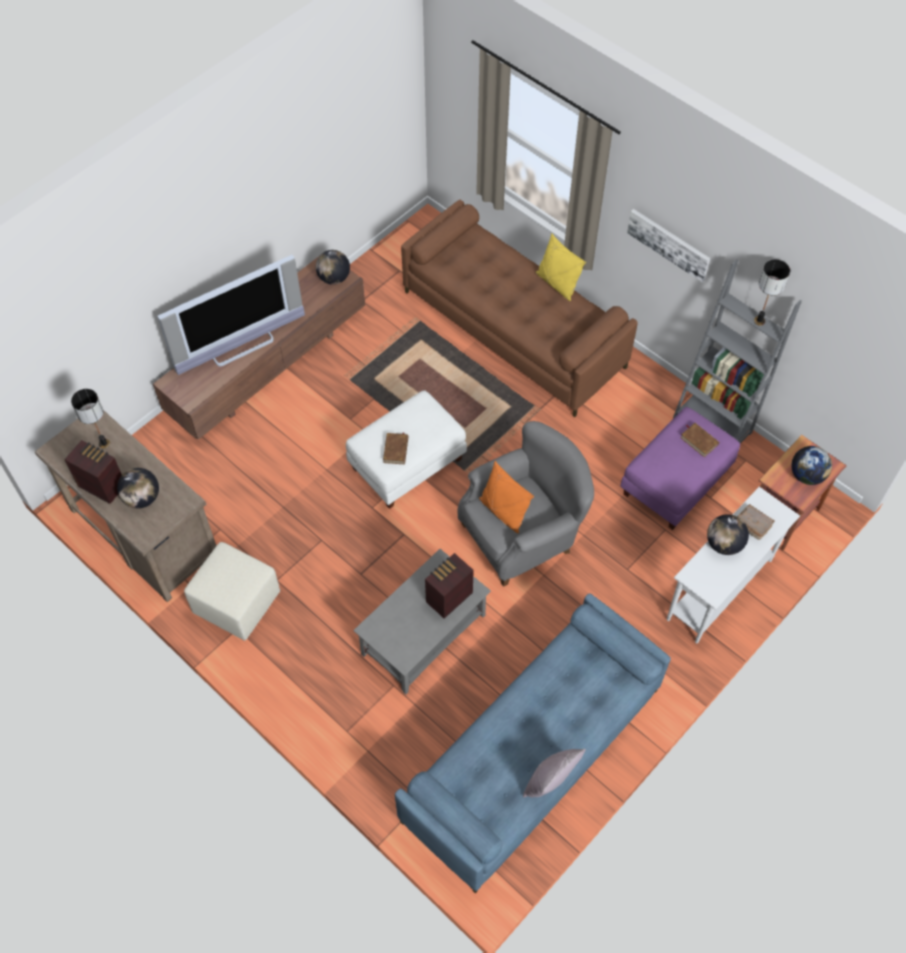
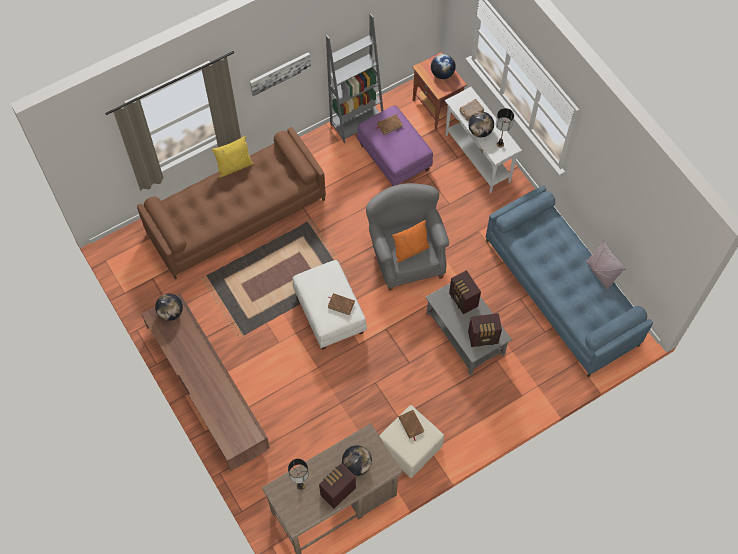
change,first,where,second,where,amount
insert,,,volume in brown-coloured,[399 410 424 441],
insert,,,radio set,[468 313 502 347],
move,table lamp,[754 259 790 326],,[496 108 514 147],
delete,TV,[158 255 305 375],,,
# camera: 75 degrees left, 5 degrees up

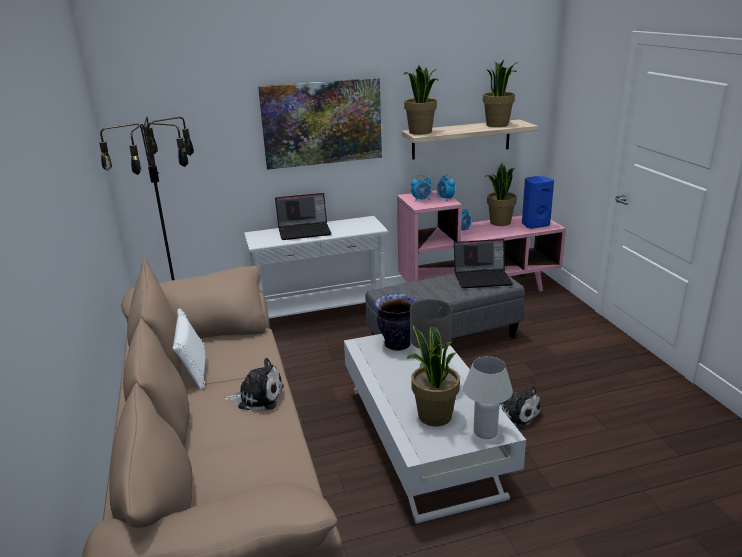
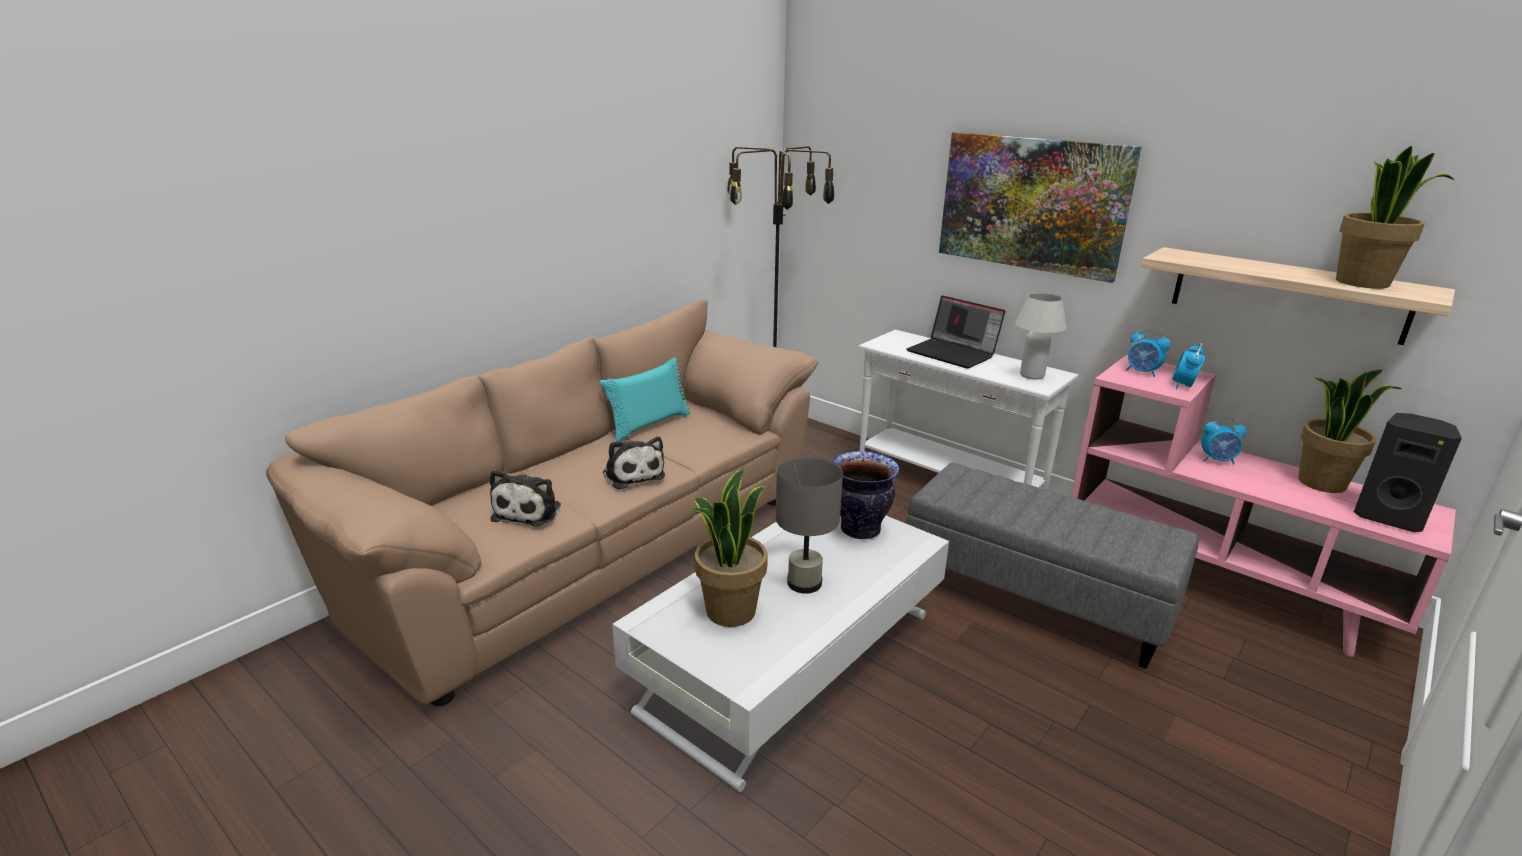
change,first,where,second,where,amount
move,cuddly toy,[499 385 541 429],,[490 470 561 526],
recolor,throw pillow in white-coloured,[173 309 206 390],throw pillow in turquoise-coloured,[599 357 690 442],
move,table lamp in white-coloured,[463 356 513 439],,[1015 293 1067 380],
recolor,audio speaker in bluish,[522 176 554 229],audio speaker in black,[1354 413 1462 532],
delete,houseplant,[403 66 439 135],,,
delete,portable computer,[454 239 513 288],,,
# camera: 55 degrees right, 0 degrees up

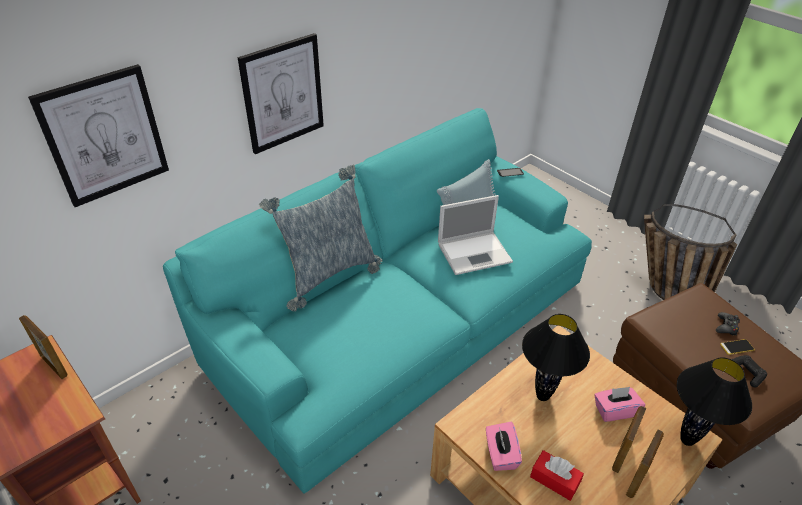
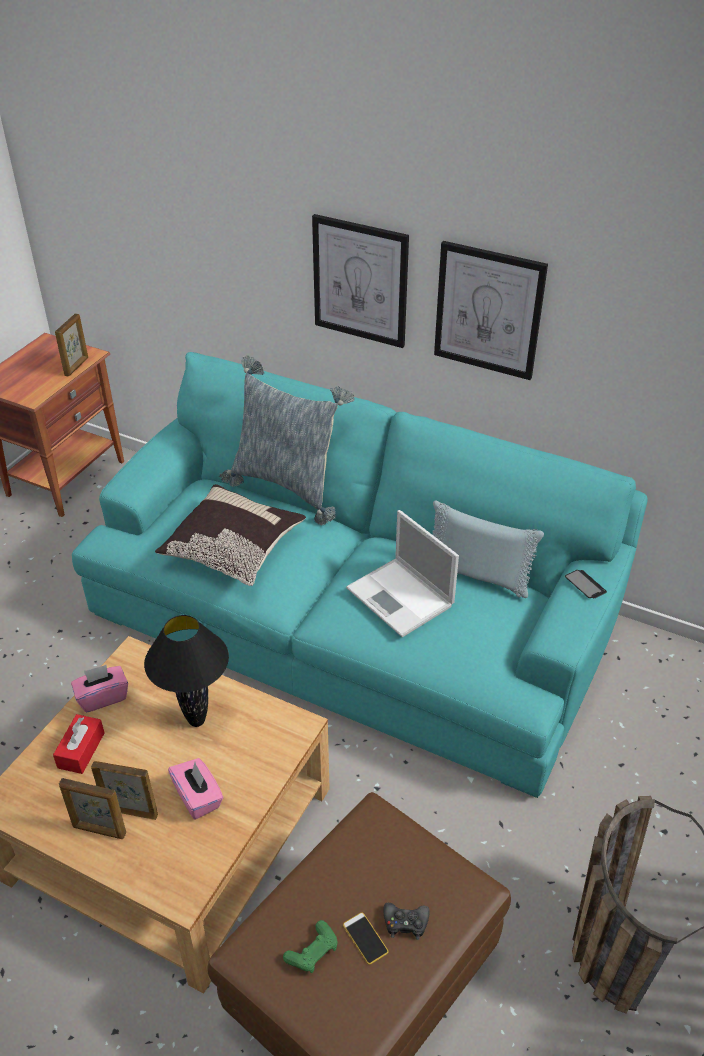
change,first,where,second,where,amount
insert,,,throw pillow,[155 484 306 586],
recolor,game controller in black,[731 355 767 387],game controller in green,[283 920 338 973],
move,picture,[28 64 169 207],,[434 241 548 380],
delete,table lamp in black,[677 357 752 446],,,
# camera: 70 degrees right, 0 degrees up

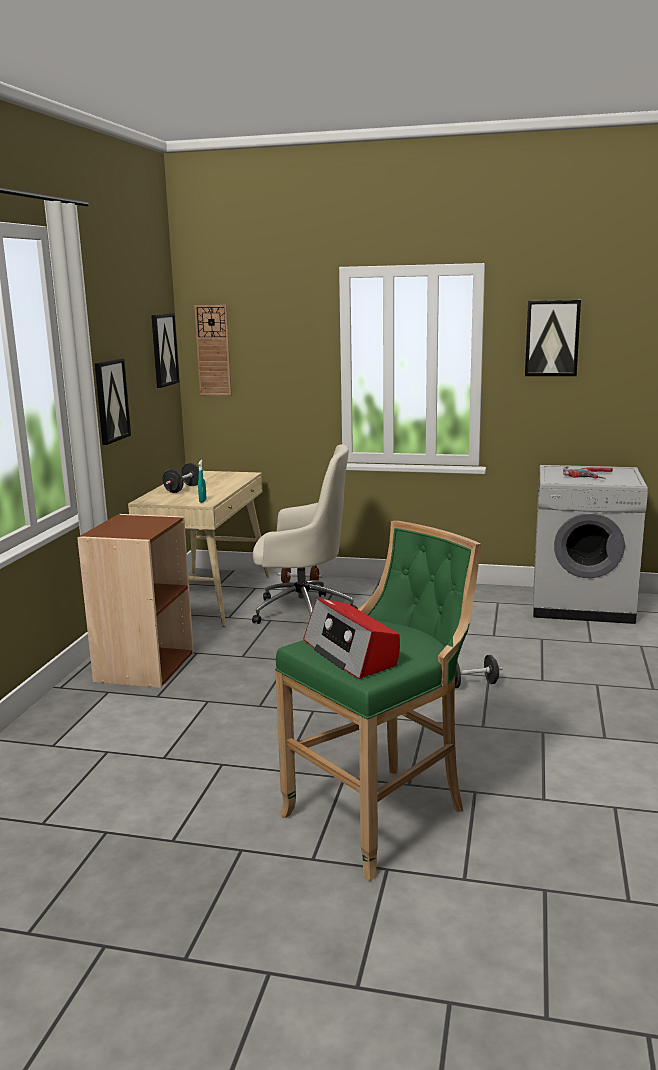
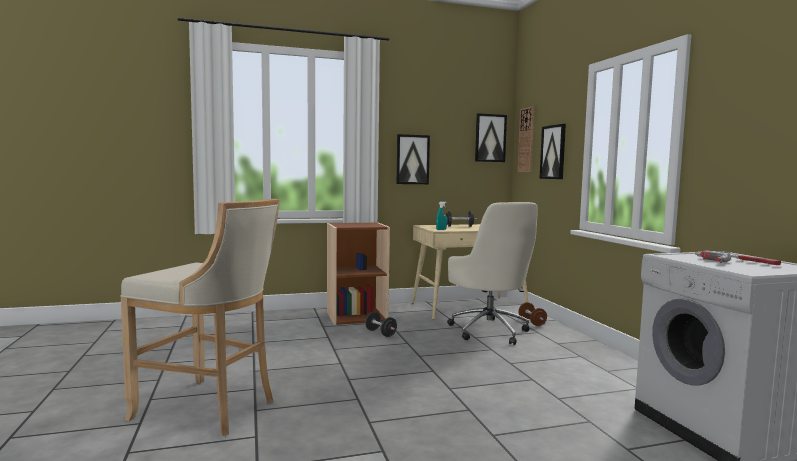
change,first,where,second,where,amount
recolor,stool in green,[275 521 481 881],stool in beige-coloured,[120 199 280 436],
move,hand weight in black,[455 655 502 688],,[365 312 397 337],
move,picture,[525 300 581 376],,[539 124 566 179],
delete,radio set,[303 598 400 679],,,
# camera: 60 degrees right, 10 degrees down

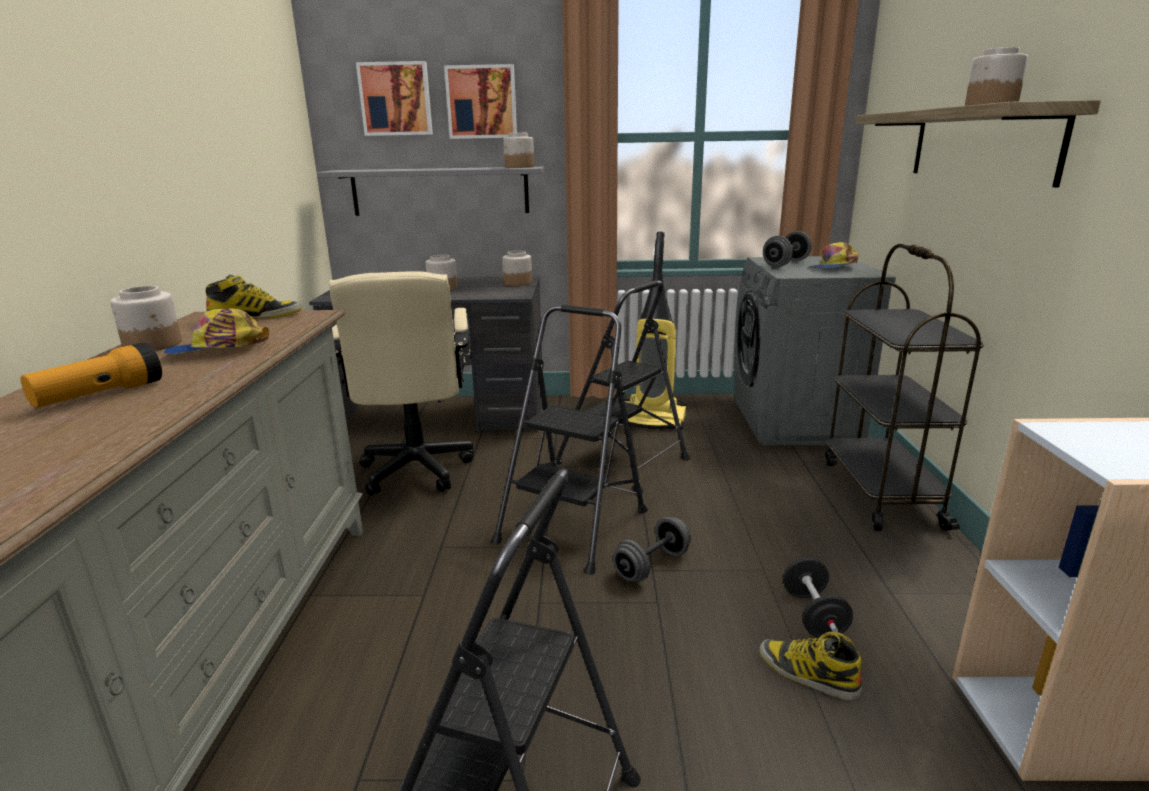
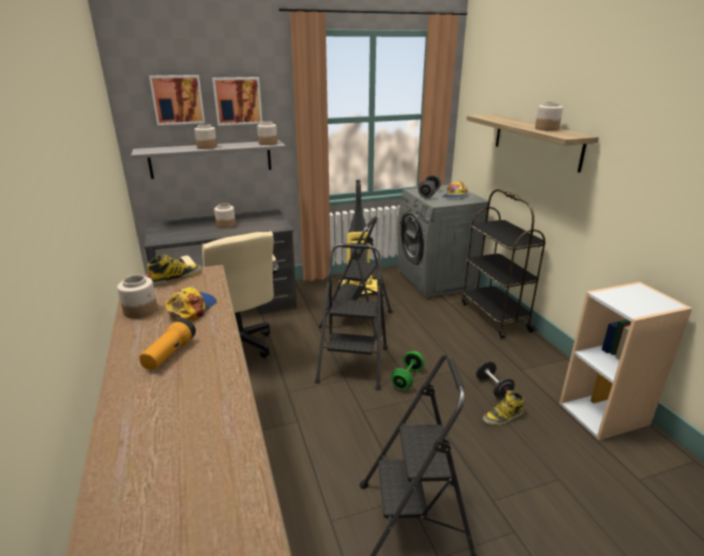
change,first,where,second,where,amount
rotate,peaked cap,[164 308 269 354],,[164 287 217 322],150 degrees clockwise
move,preserve jar,[502 251 532 286],,[194 124 217 149],
recolor,hand weight in grey,[613 517 691 582],hand weight in green,[391 351 424 390],
rotate,high-top boot,[759 632 862 700],,[482 390 524 426],45 degrees counterclockwise
# camera: 20 degrees left, 5 degrees up

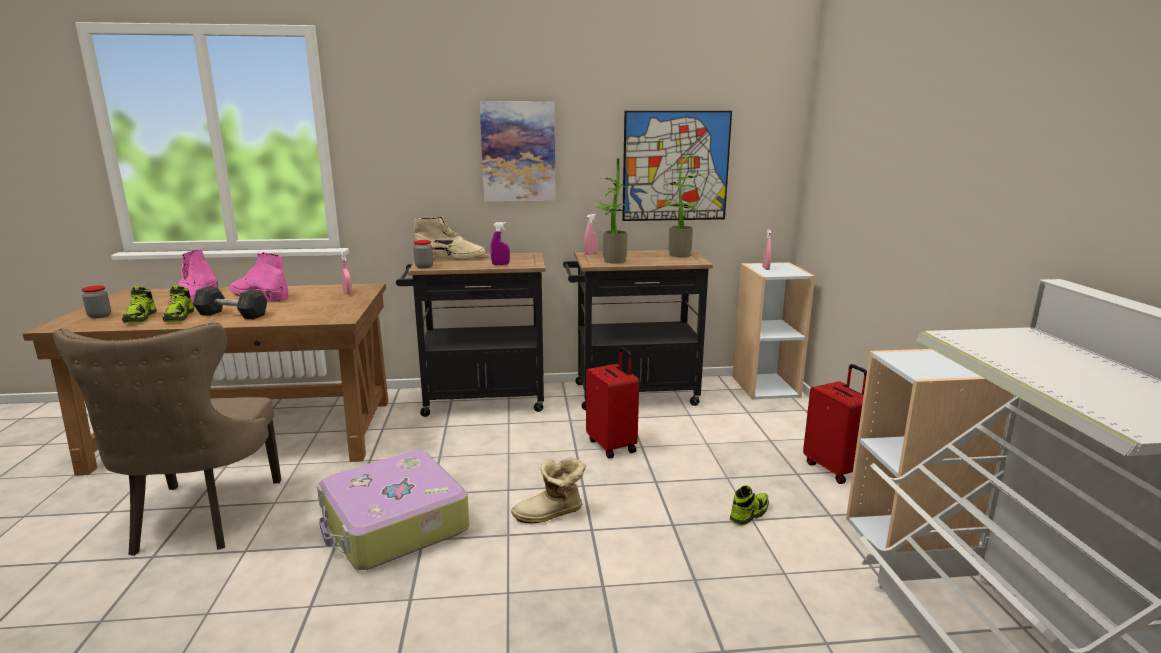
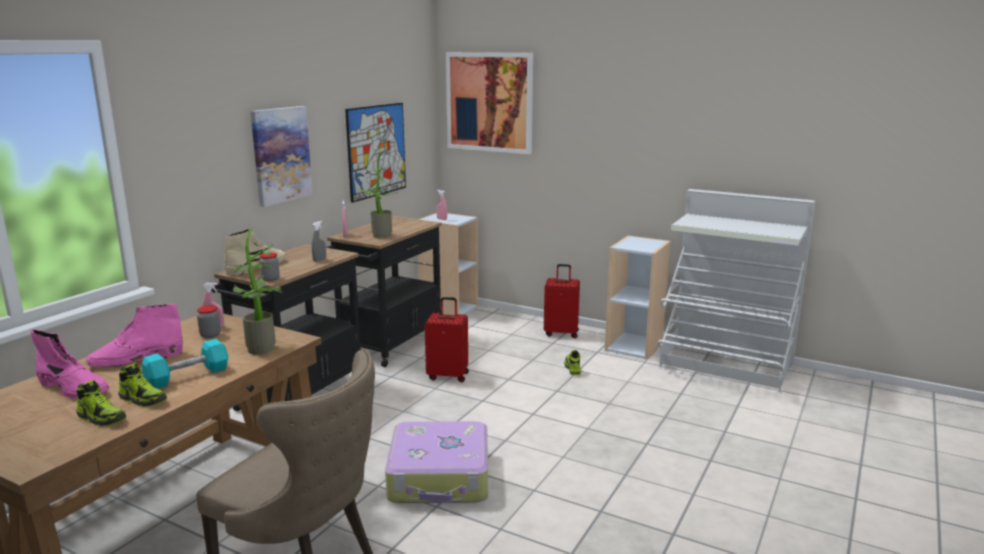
change,first,where,second,where,amount
recolor,hand weight in grey,[193 286 267 319],hand weight in turquoise-coloured,[142 339 228 389],
move,preserve jar,[82 285 111 319],,[197 305 220 338],
move,houseplant,[665 155 709 257],,[233 228 283 355],
recolor,spray bottle in purplish,[491 222 510 265],spray bottle in grey,[312 221 326 262],
insert,,,picture,[446 52 533 154],
delete,high-top boot,[511 457 586 524],,,
# camera: 55 degrees left, 0 degrees up

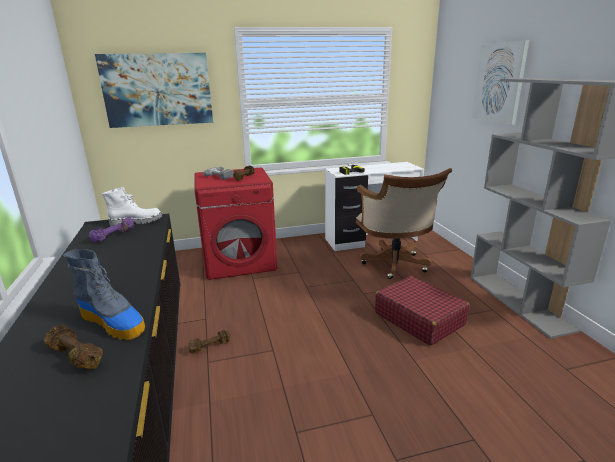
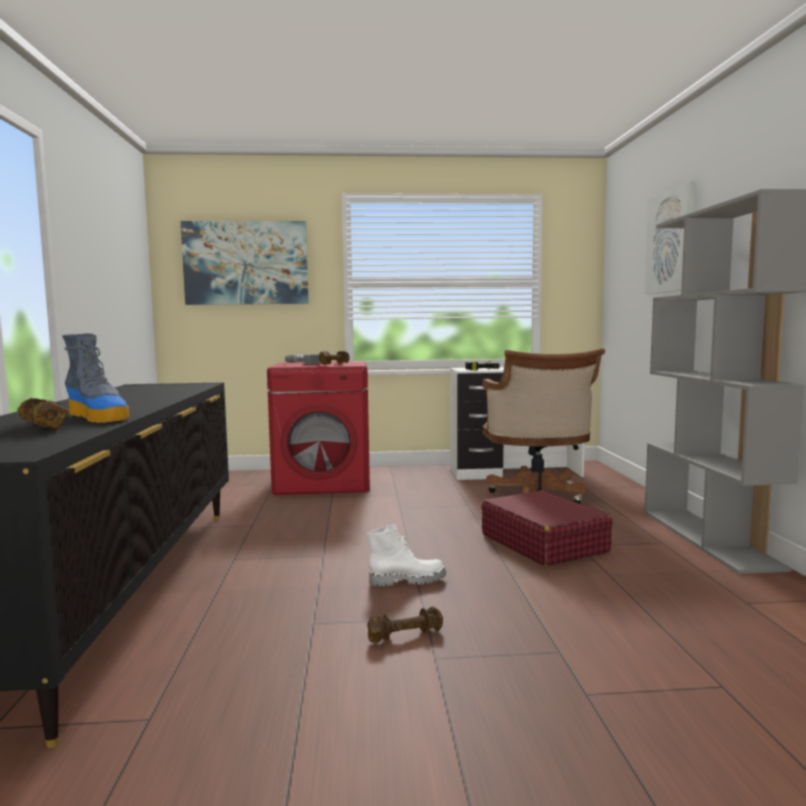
change,first,where,second,where,amount
move,high-top boot in white-coloured,[102 187 163 227],,[367 524 446 587],
move,hand weight in brown-coloured,[189 330 230 353],,[367 607 443 643],
delete,hand weight in purplish,[89 217 134 242],,,
# camera: 10 degrees right, 15 degrees down

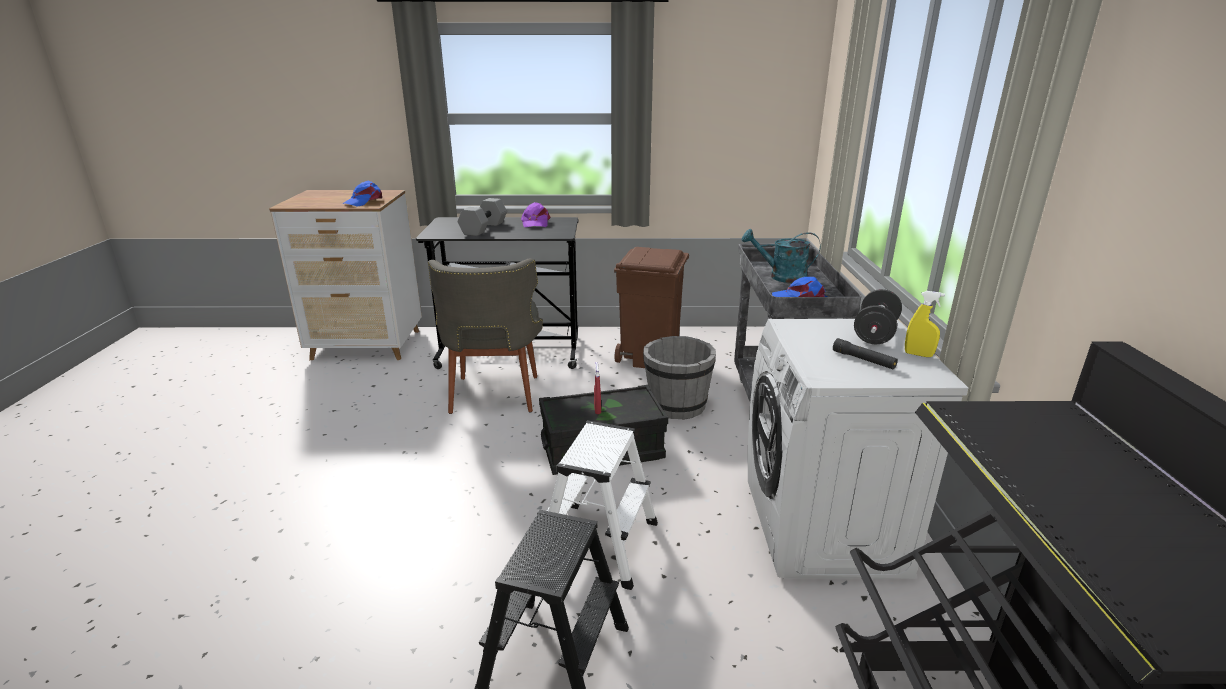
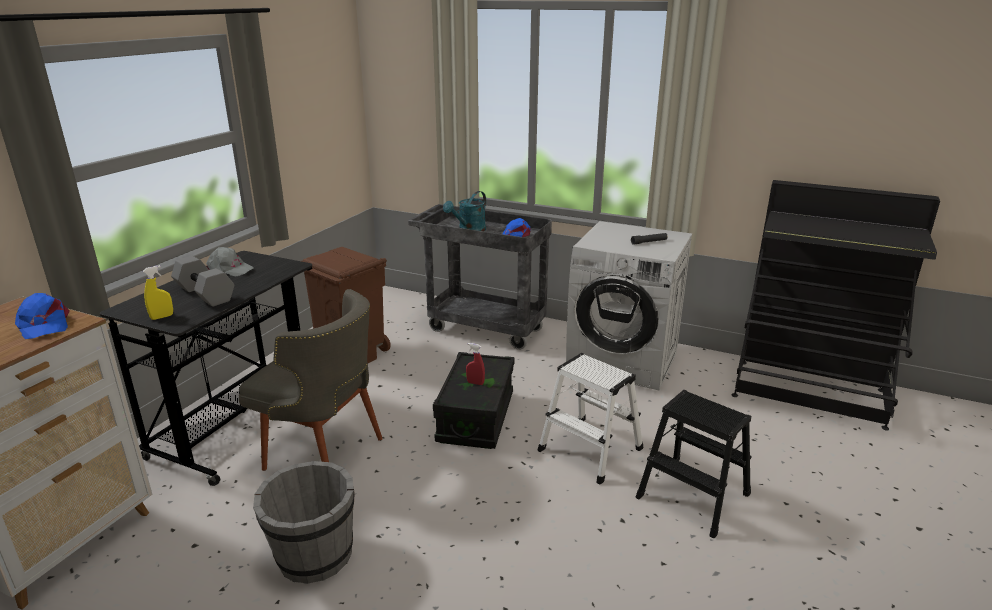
change,first,where,second,where,amount
move,spray bottle in yellow,[905 291 945 357],,[143 265 173 320],
recolor,peaked cap in purplish,[521 202 551 227],peaked cap in grey,[206 247 254 276],
move,water bucket in grey,[643 336 716 420],,[253 461 354 583],
delete,hand weight in black,[854 289 902 344],,,
# camera: 65 degrees left, 0 degrees up

